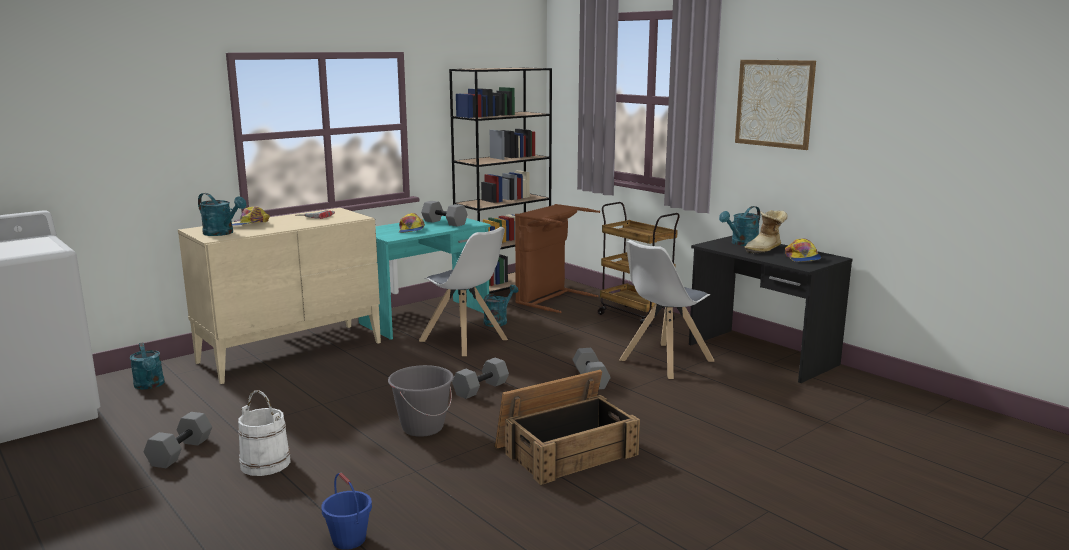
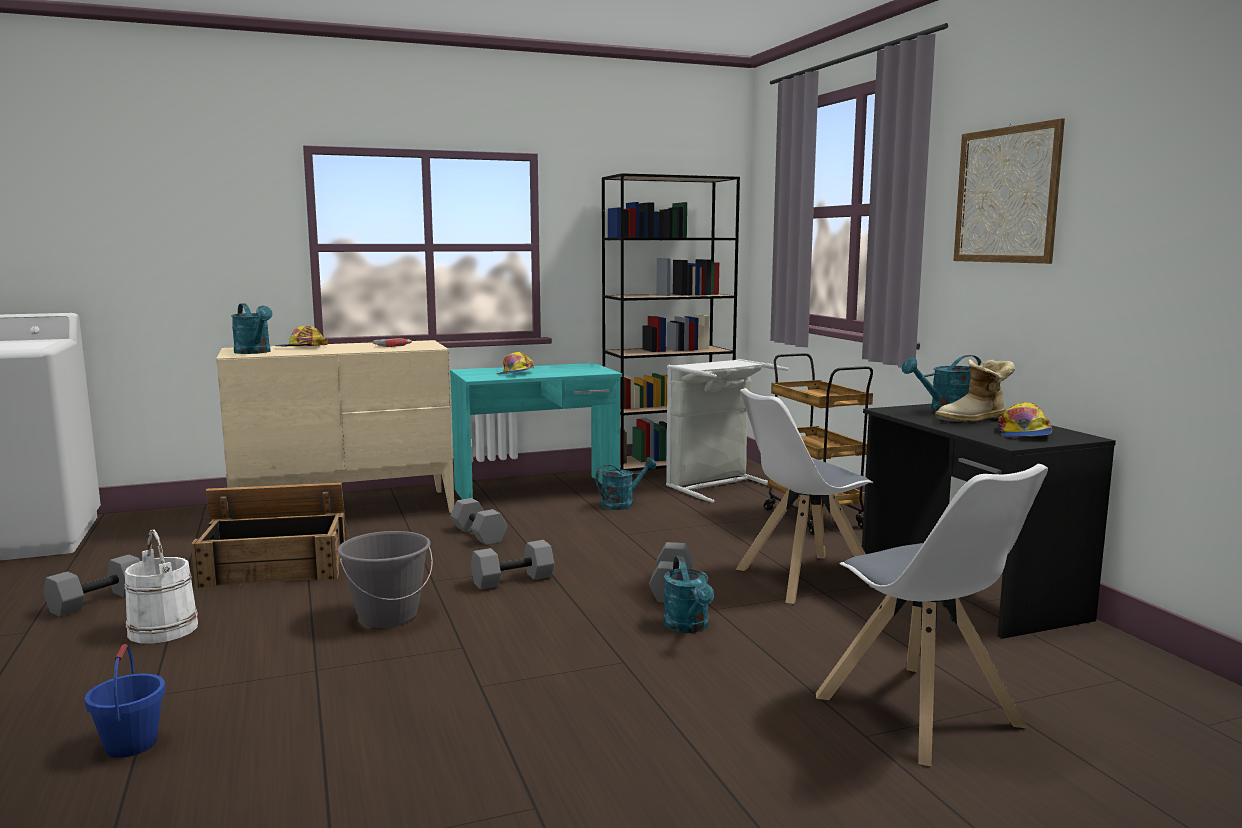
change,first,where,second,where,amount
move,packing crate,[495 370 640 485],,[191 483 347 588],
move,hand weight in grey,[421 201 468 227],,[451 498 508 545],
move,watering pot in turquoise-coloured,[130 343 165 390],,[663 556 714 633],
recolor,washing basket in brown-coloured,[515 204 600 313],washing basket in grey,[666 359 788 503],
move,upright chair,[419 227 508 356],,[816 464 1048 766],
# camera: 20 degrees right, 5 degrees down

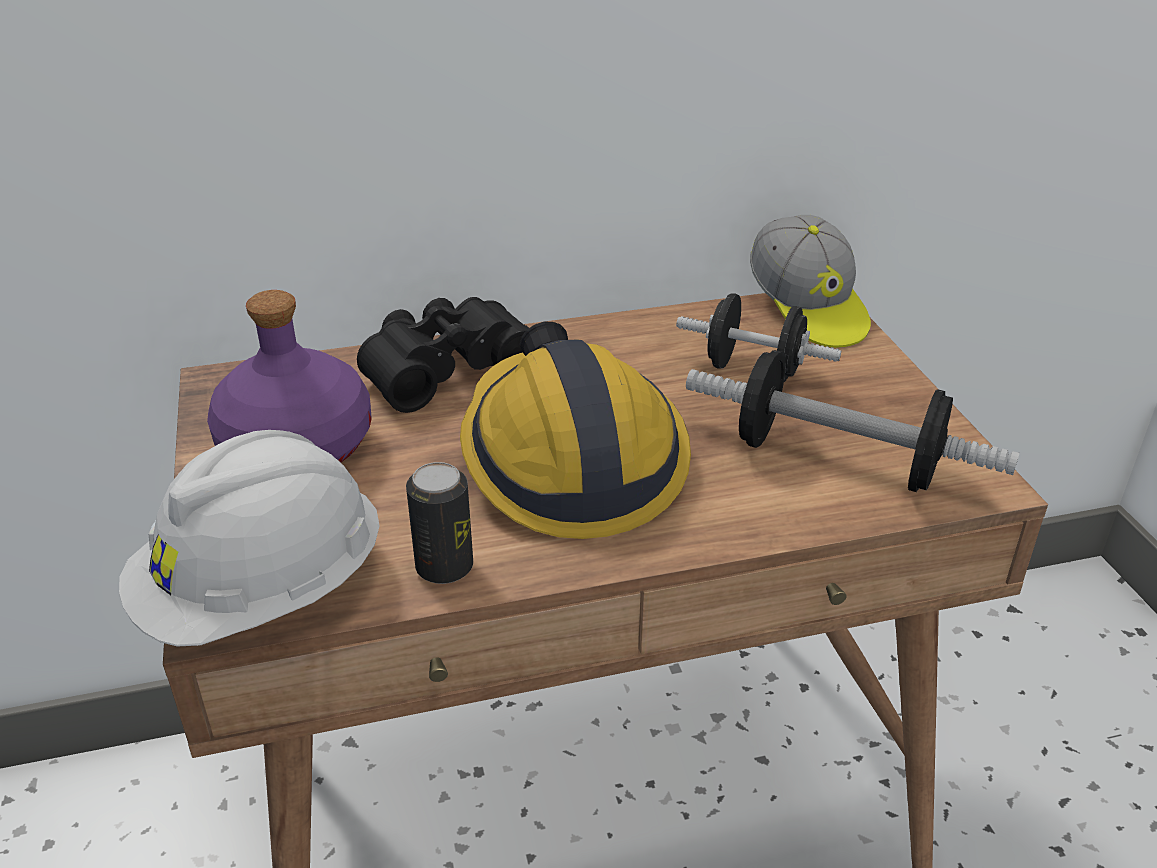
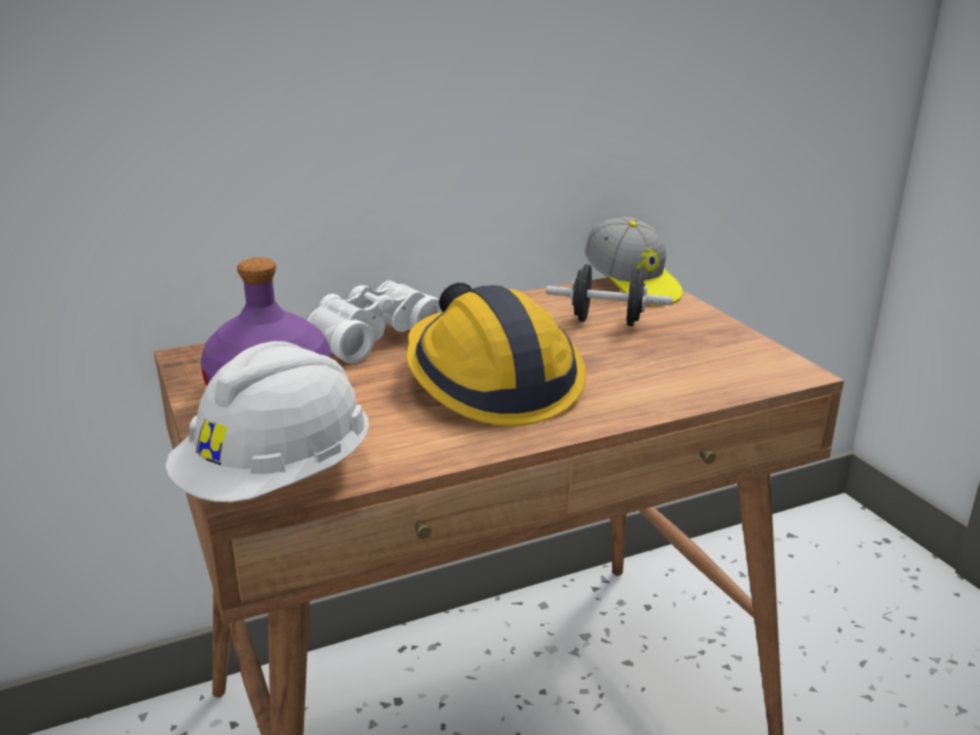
change,first,where,second,where,amount
recolor,field glasses in black,[357 297 529 413],field glasses in white-coloured,[307 280 442 364],
delete,metal can,[406 462 473 584],,,
delete,hand weight,[686 350 1019 492],,,
# camera: 10 degrees left, 10 degrees down

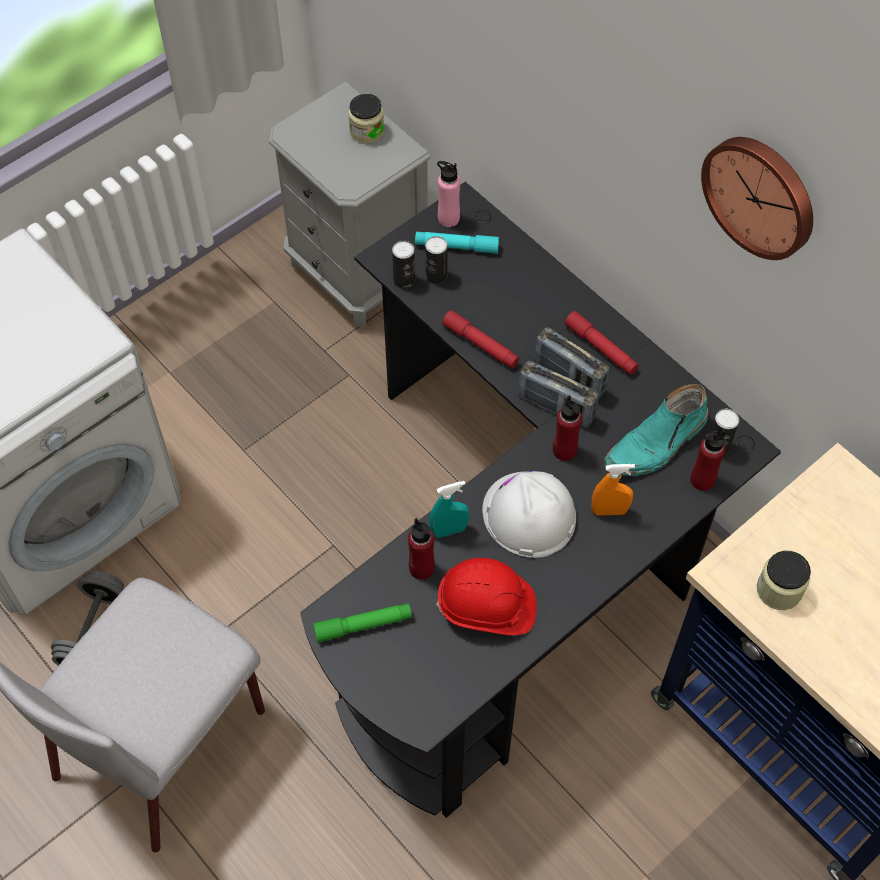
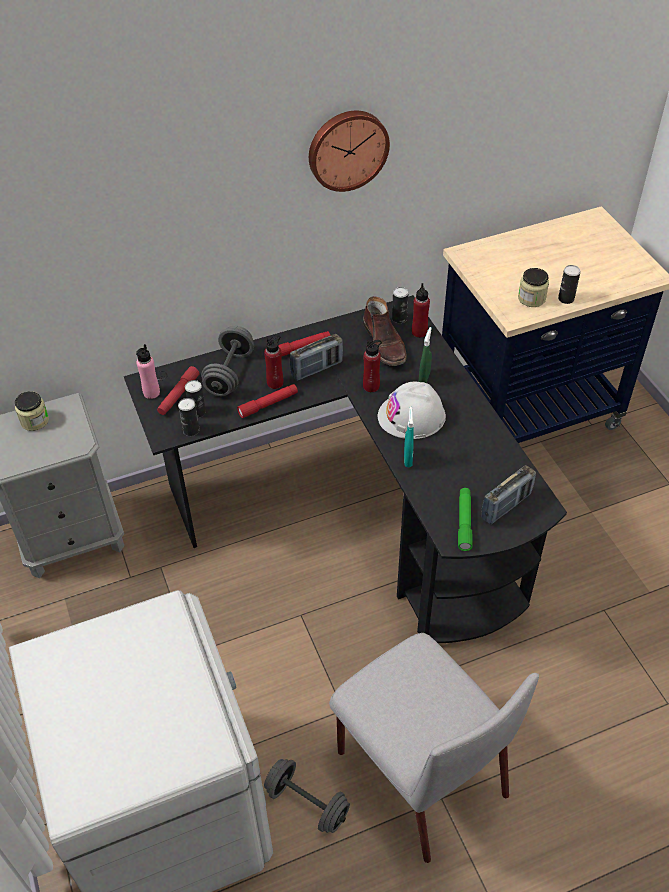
change,first,where,second,where,amount
recolor,torch in turquoise-coloured,[415 232 499 254],torch in red-coloured,[157 366 199 415],
insert,,,hand weight in grey,[201 326 254 396],
move,bottle in red-coloured,[408 518 435 580],,[264 335 283 389],
recolor,high-top boot in turquoise-coloured,[605 384 708 476],high-top boot in brown-coloured,[363 296 406 366],
recolor,spray bottle in orange,[591 464 635 516],spray bottle in green,[419 327 432 383],
move,radio set,[518 361 599 428],,[481 465 536 525],
insert,,,metal can,[558 265 581 304],
delete,safety helmet in red-coloured,[436 558 537 635],,,
# camera: 70 degrees left, 10 degrees down

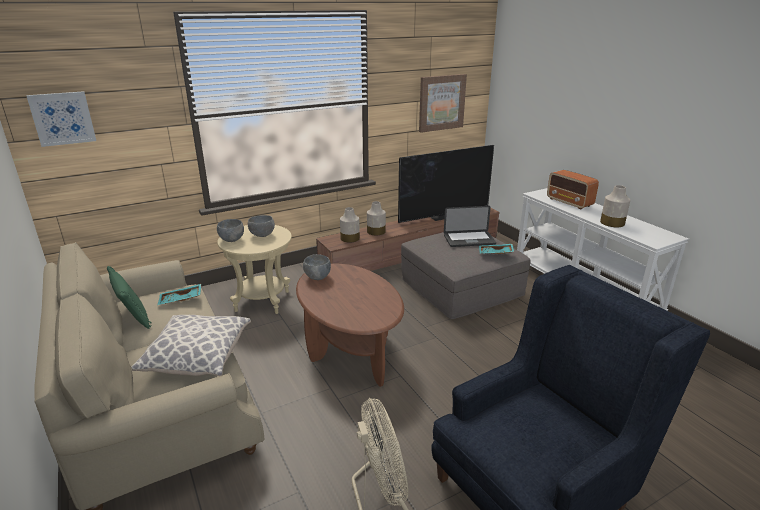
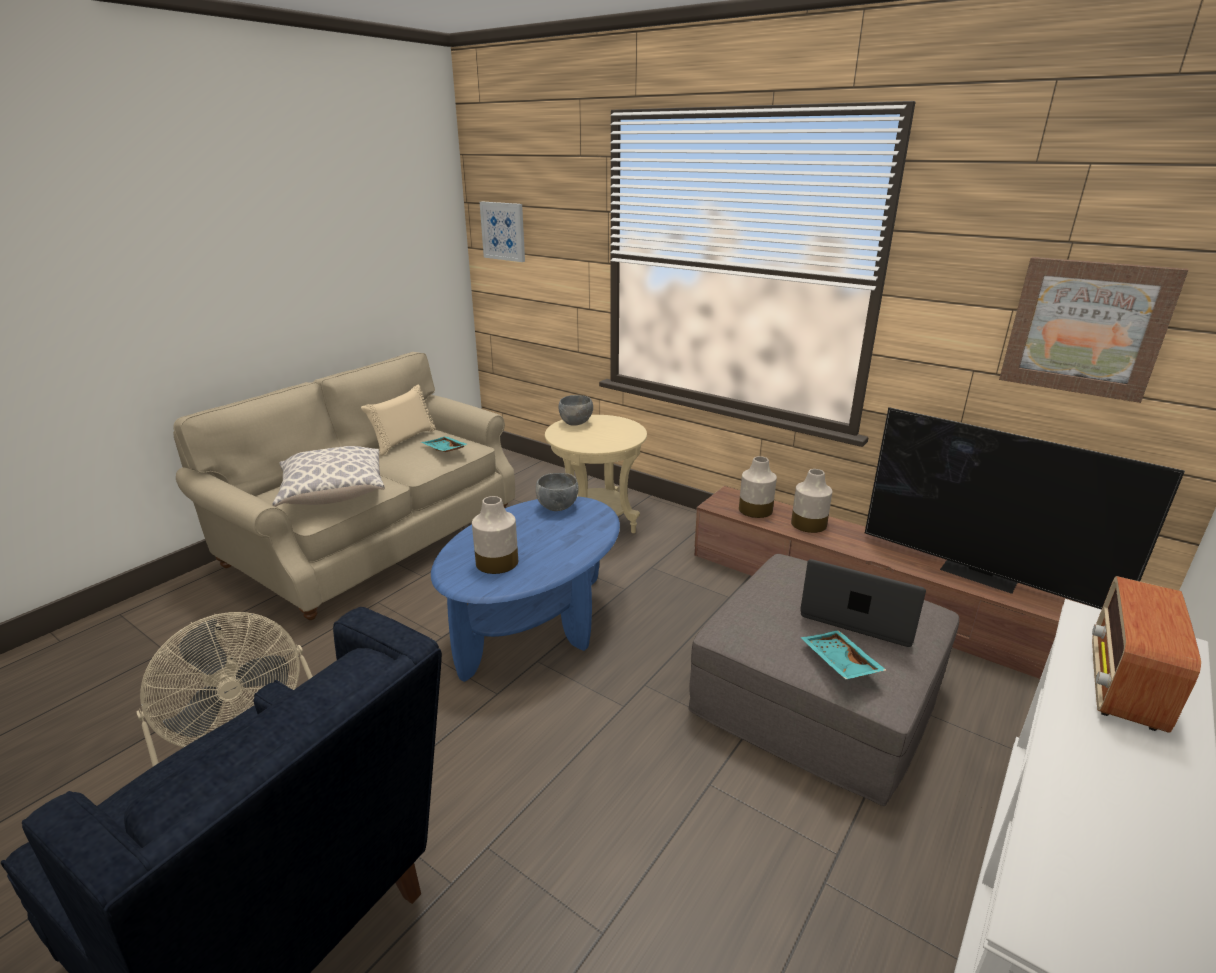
change,first,where,second,where,amount
recolor,throw pillow in green,[107 266 151 329],throw pillow in beige-coloured,[361 385 436 456],
recolor,coffee table in brown-coloured,[296 264 404 387],coffee table in bluish,[431 496 620 682],
move,decorative vase in beige-coloured,[600 185 630 227],,[472 496 518 574],
rotate,portable computer,[444 206 496 247],,[800 559 926 647],150 degrees clockwise
delete,serving bowl in grey,[248 215 275 237],,,
# camera: 65 degrees right, 0 degrees up

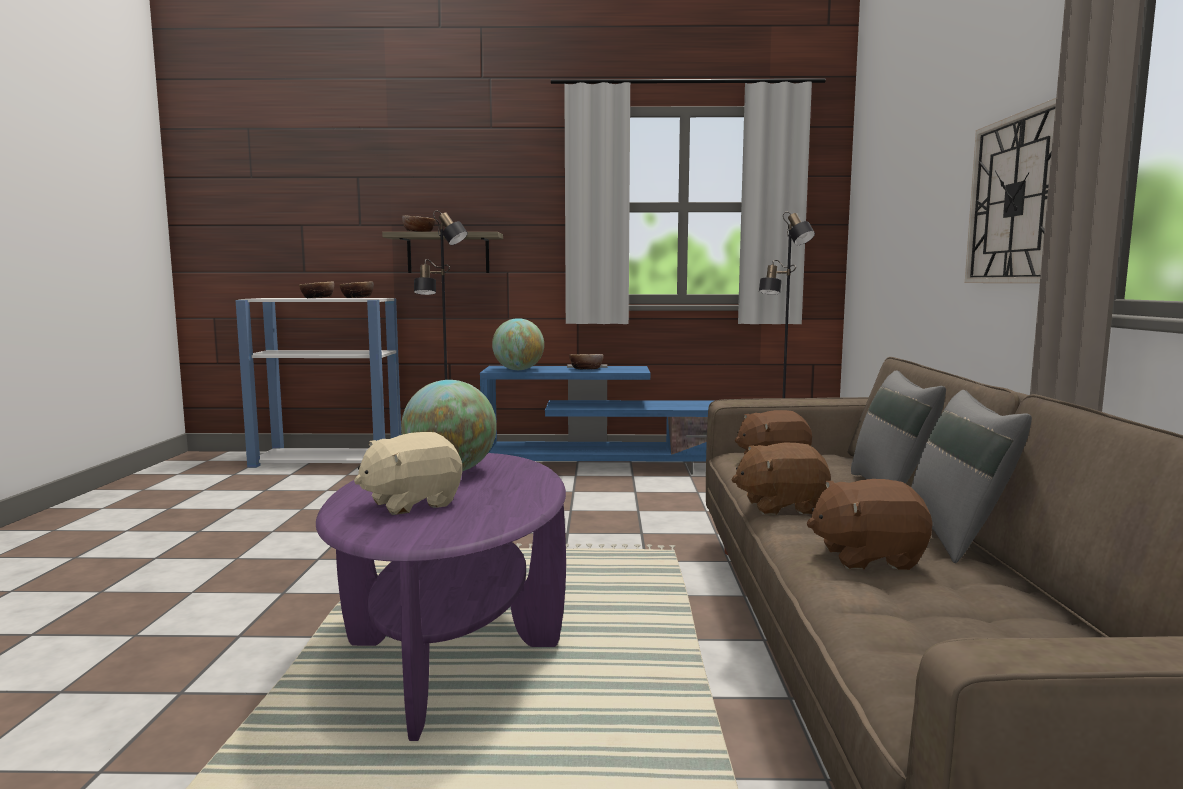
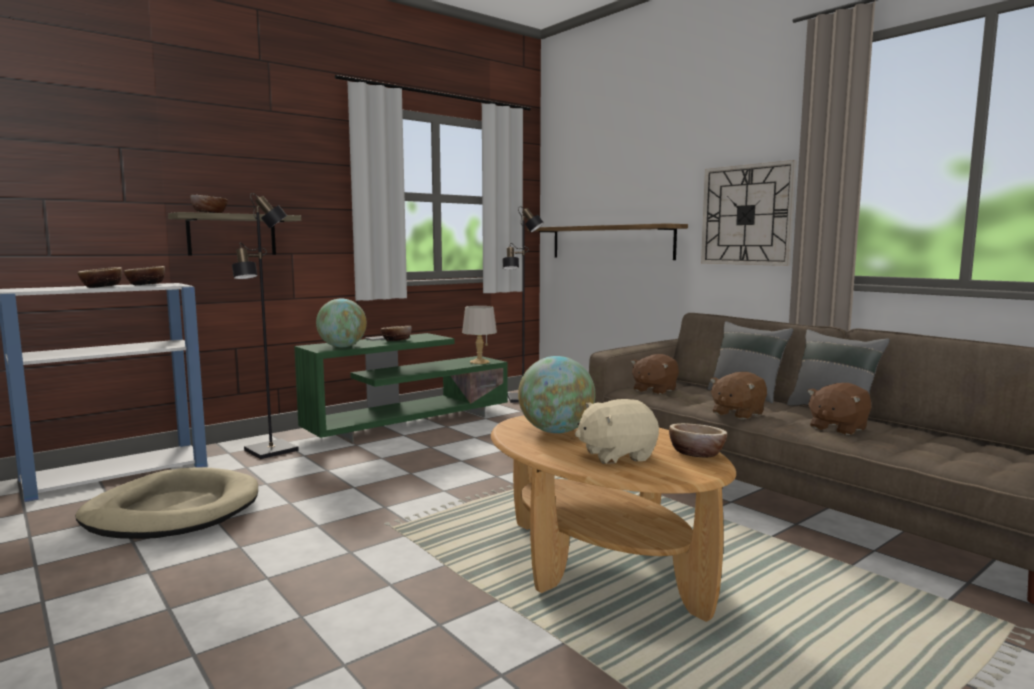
change,first,where,second,where,amount
insert,,,dog bed in beige-coloured,[75 467 258 539],
recolor,tv unit in bluish,[480 364 713 475],tv unit in green,[294 333 507 444],
insert,,,table lamp in grey,[462 306 497 364],
recolor,coffee table in purplish,[316 453 566 741],coffee table in brown-coloured,[491 415 736 622],
insert,,,bracket shelf,[527 223 688 260],
rotate,cuddly toy in beige-coloured,[354 432 462 515],,[575 399 659 464],60 degrees clockwise
insert,,,serving bowl,[669 423 727 458],
# camera: 40 degrees left, 0 degrees up

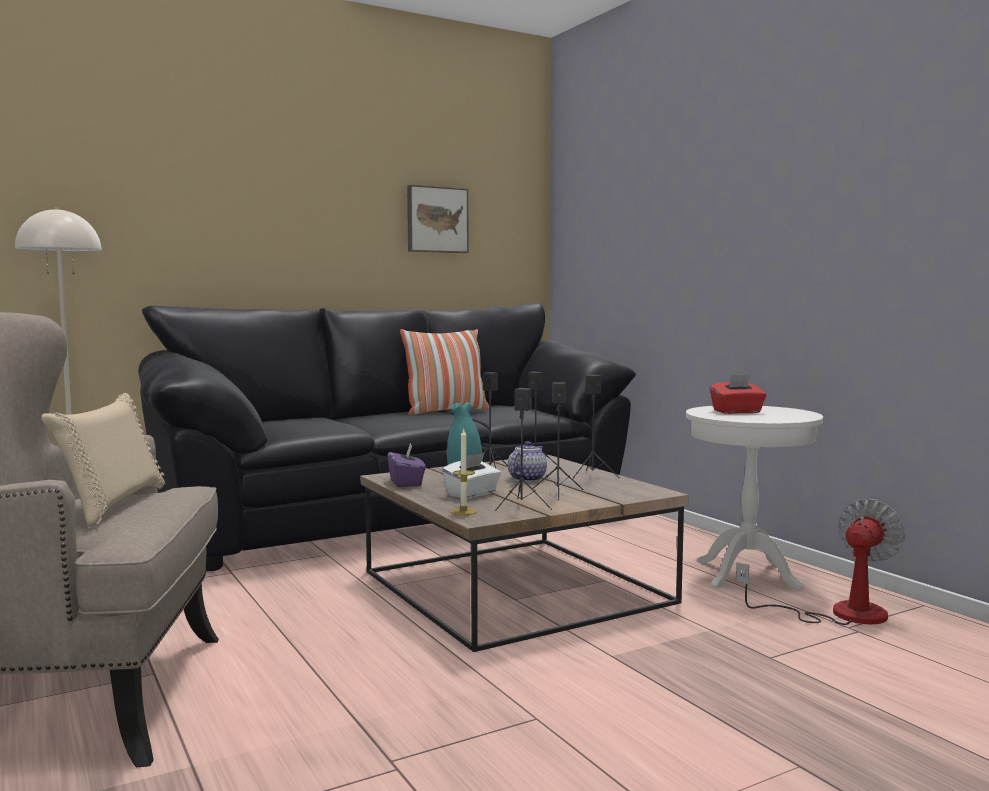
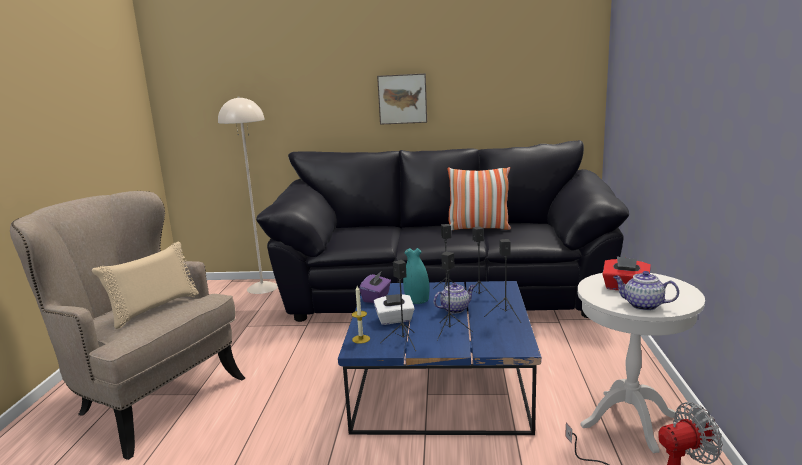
change,first,where,second,where,amount
recolor,coffee table in brown-coloured,[360 455 689 652],coffee table in bluish,[338 281 541 435],
move,picture,[407 185 469 253],,[377 73 427 125],
insert,,,tea pot,[613 271 679 311],
# camera: 35 degrees right, 10 degrees up

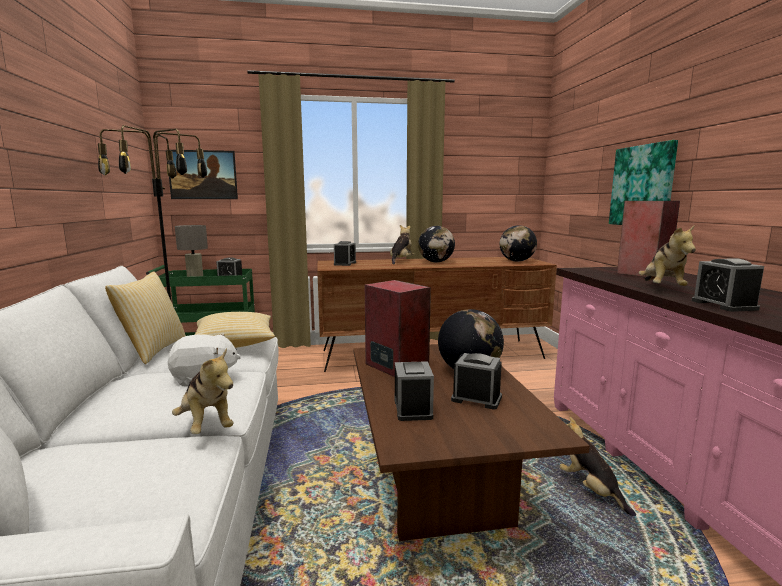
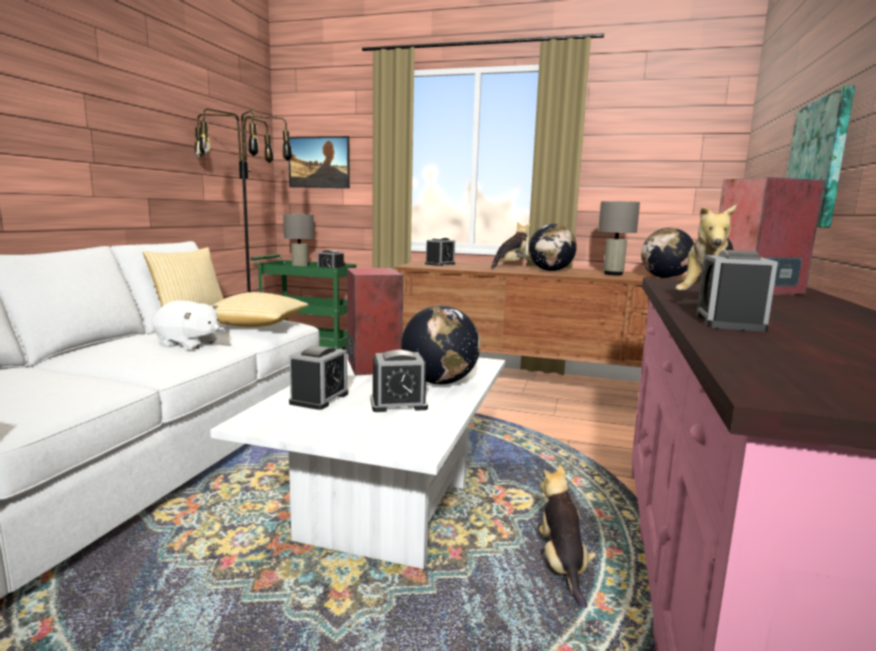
change,first,where,second,where,amount
recolor,coffee table in brown-coloured,[354 344 590 541],coffee table in white-coloured,[210 354 505 569],
rotate,table clock,[451 353 502 410],,[370 350 428 412],120 degrees clockwise
insert,,,table lamp in grey,[598 201 640 275],
delete,cuddly toy,[172 348 234 434],,,
# camera: 25 degrees right, 0 degrees up

